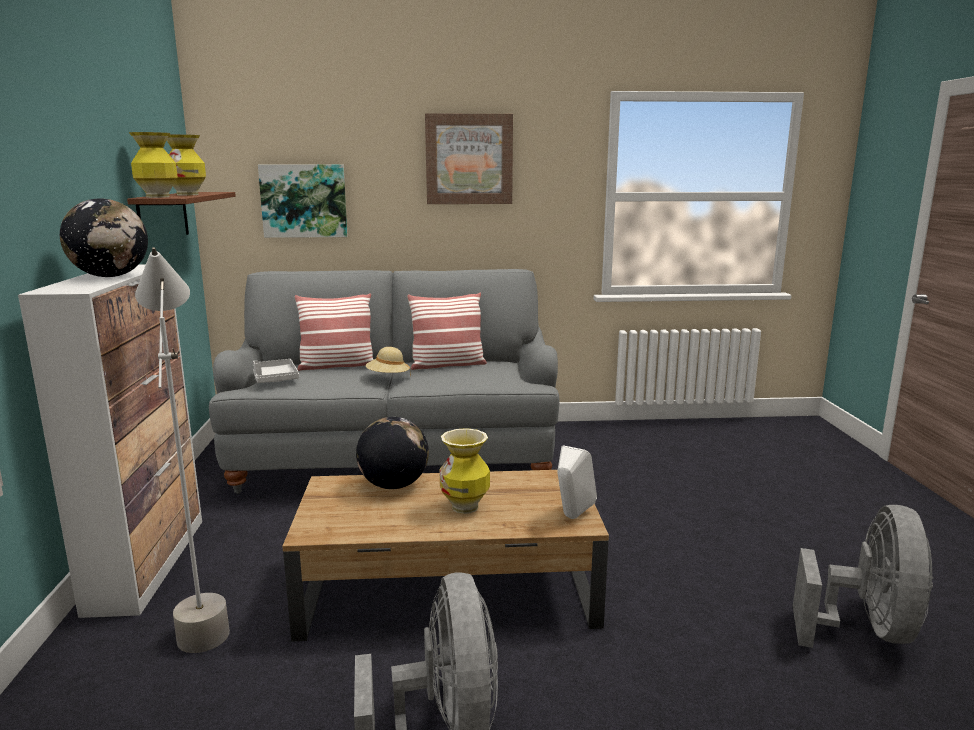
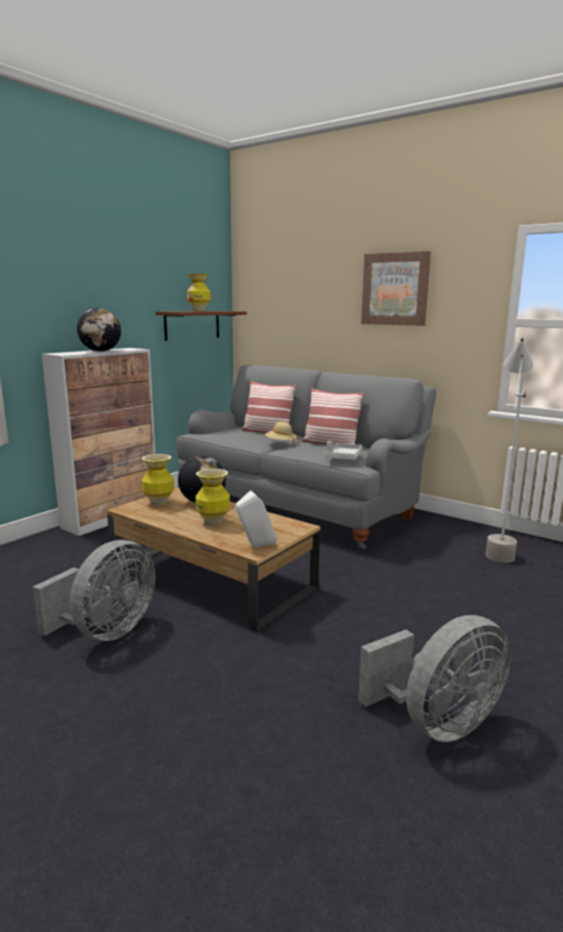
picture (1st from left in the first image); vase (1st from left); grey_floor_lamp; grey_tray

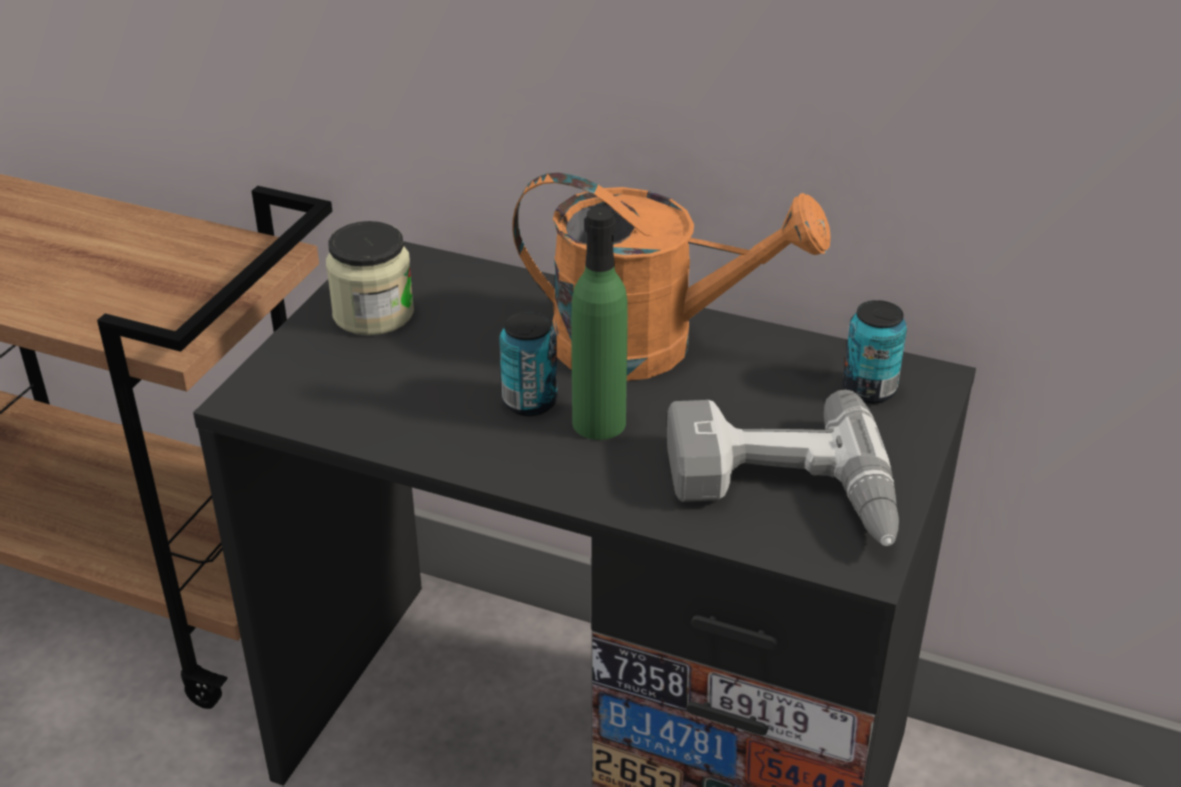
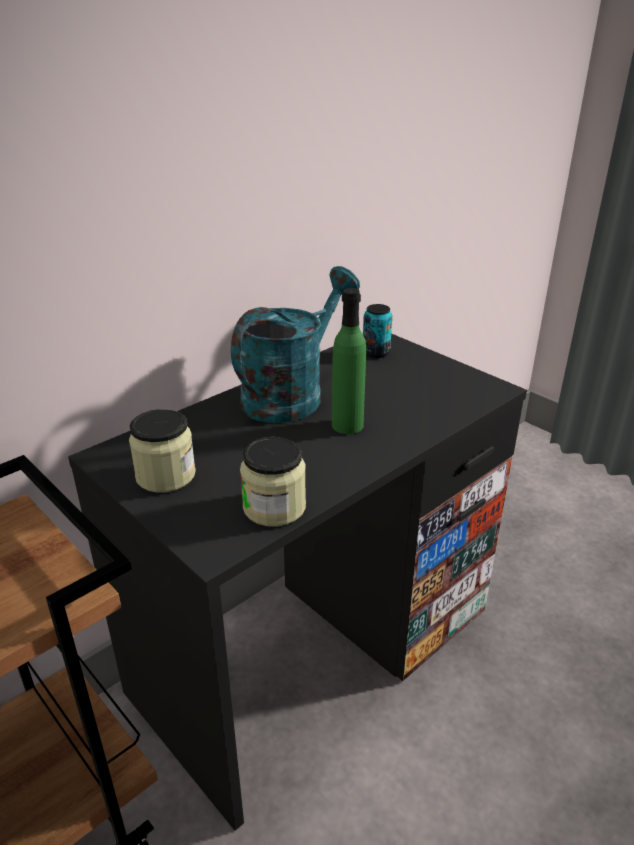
can (1st from left in the first image); power_drill; jar (2nd from left); turquoise_watering_can

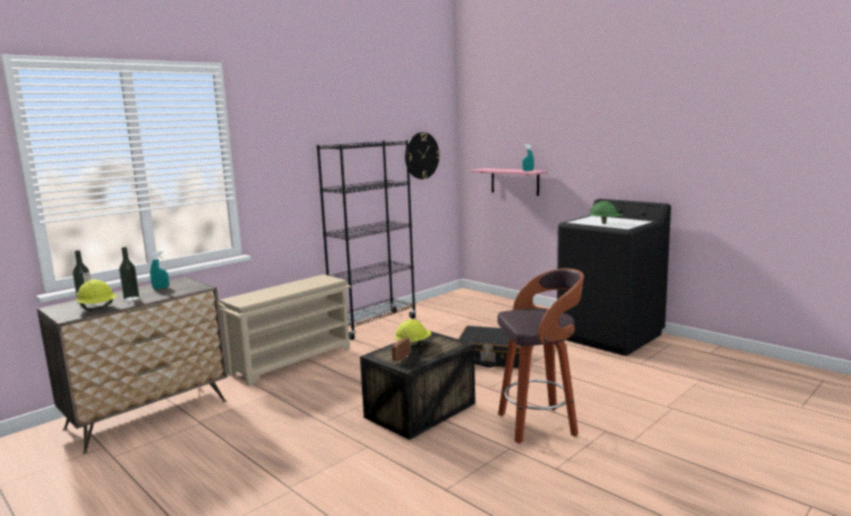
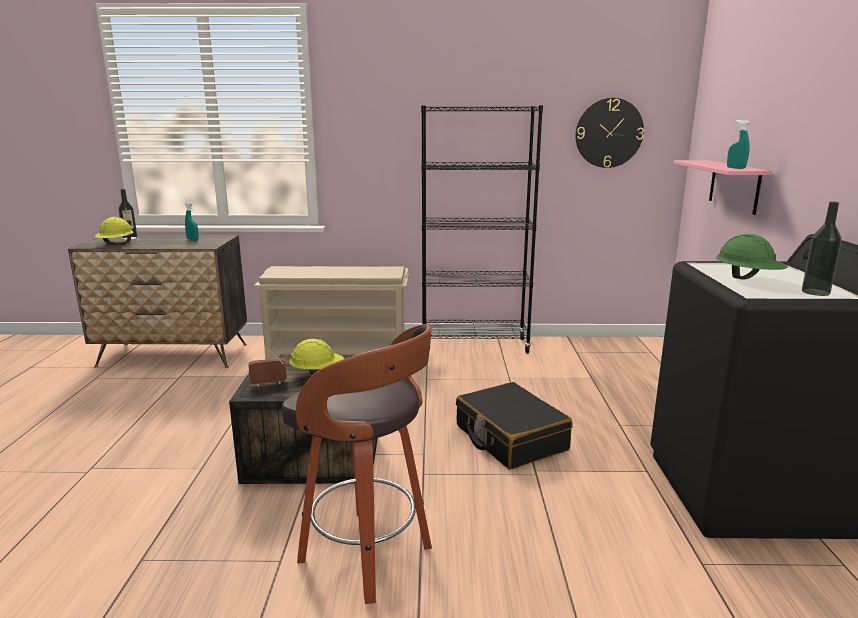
bottle (2nd from left)

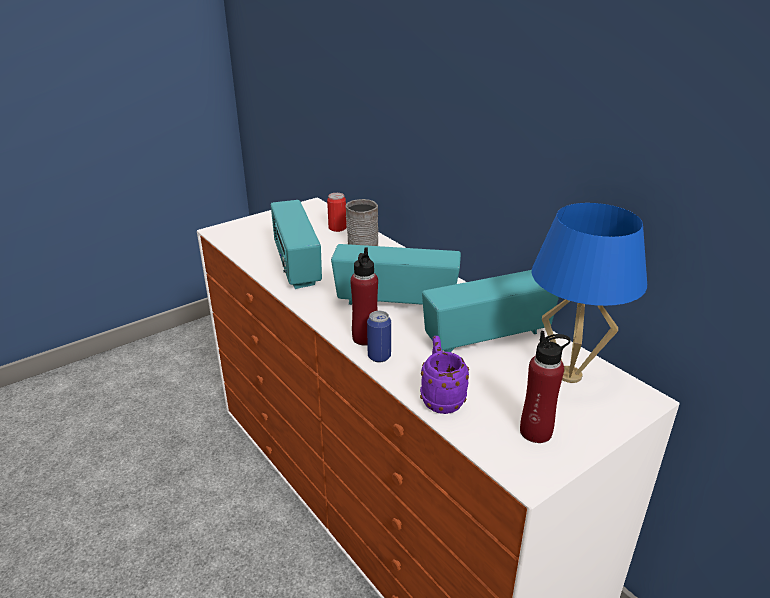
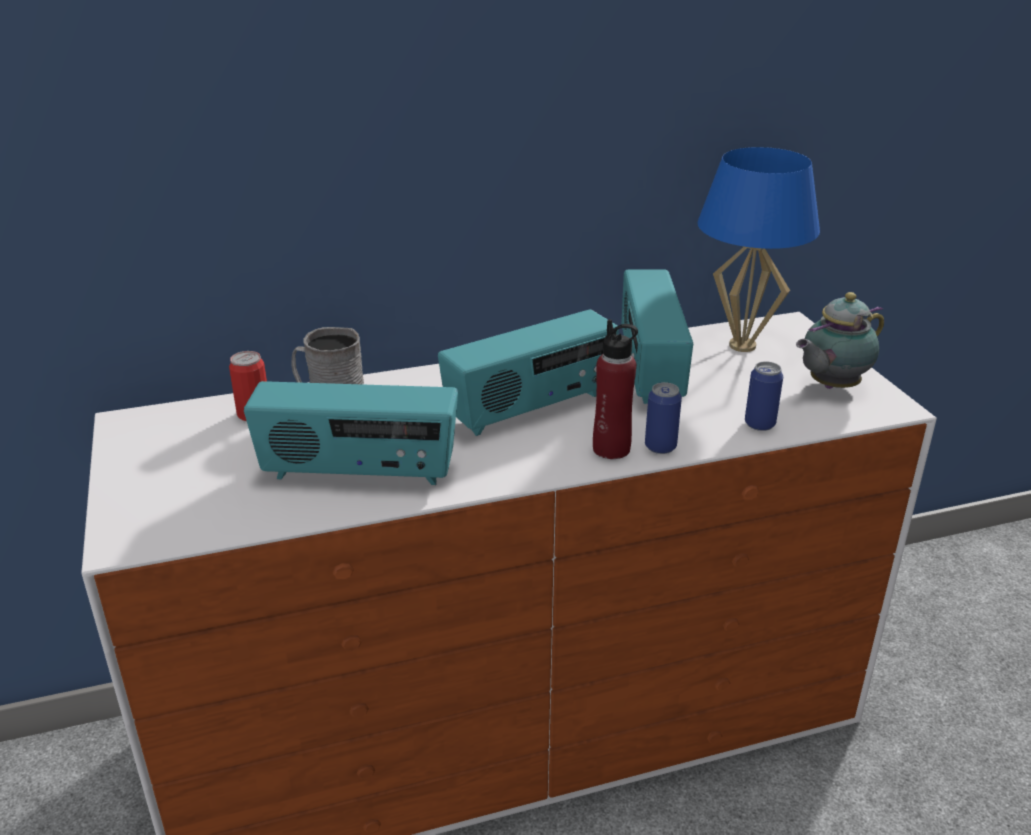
can (3rd from left); teapot; radio (2nd from left)

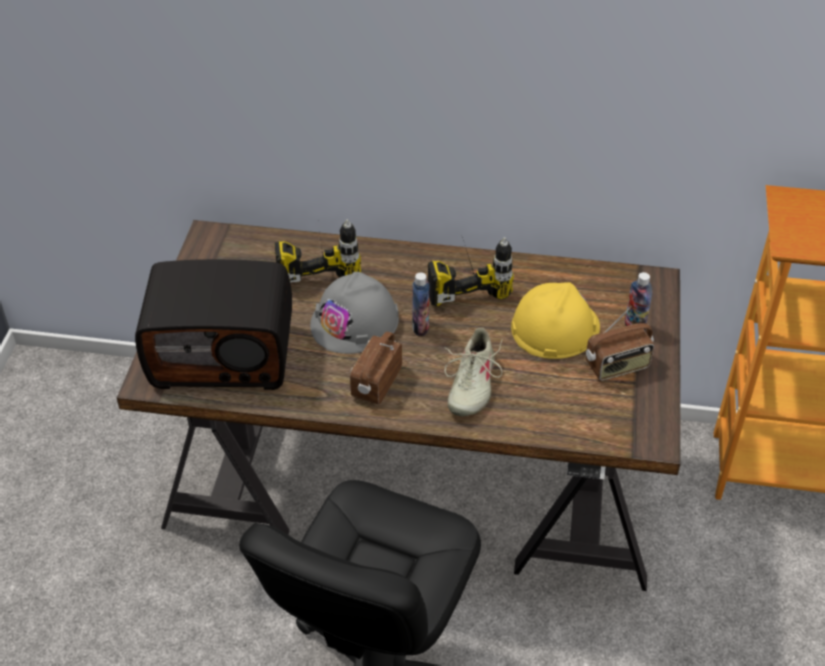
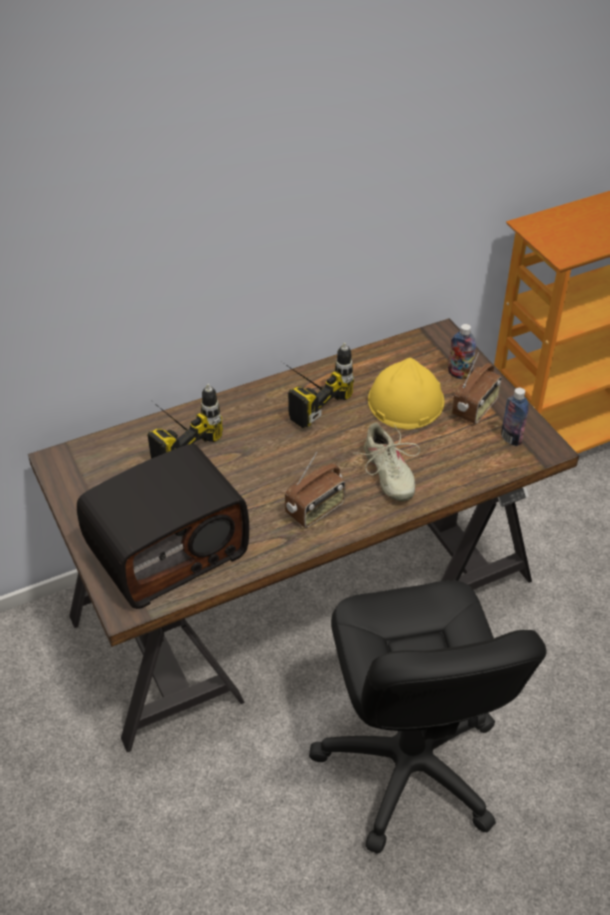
grey_hard_hat; bottle (2nd from left); radio (2nd from left)

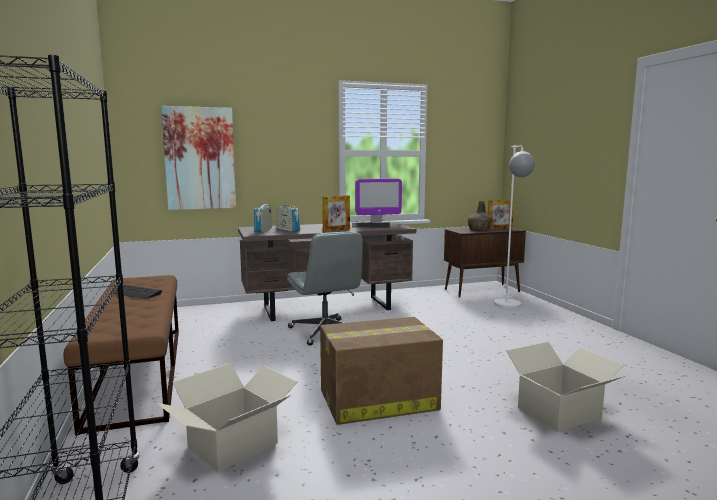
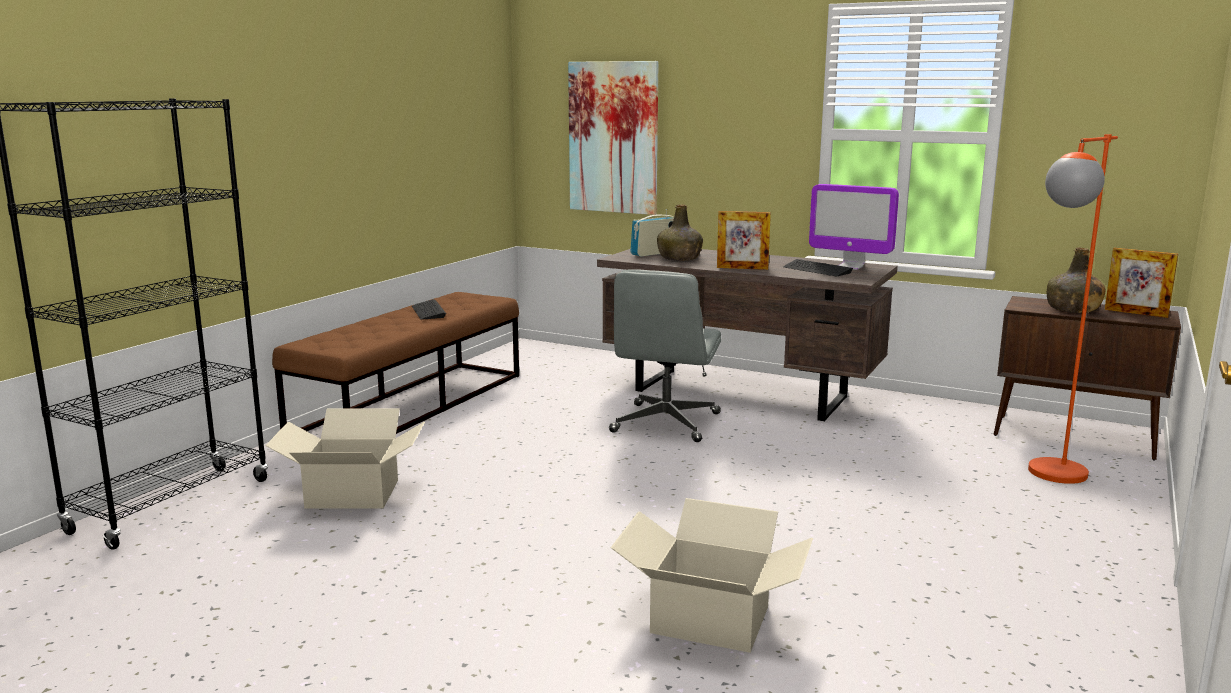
cardboard_box (2nd from left in the first image); green_bottle (1st from left); orange_floor_lamp

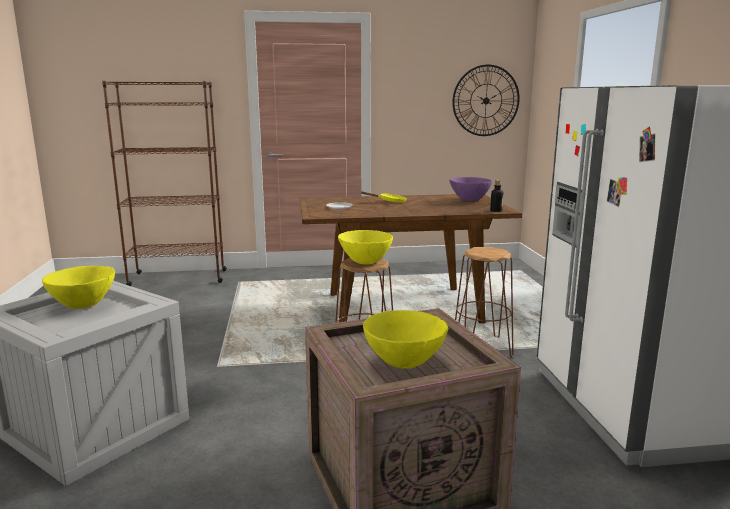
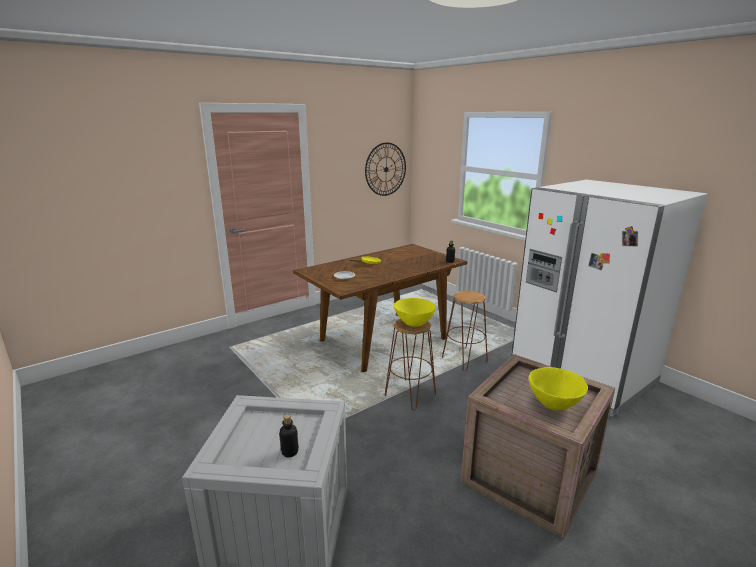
yellow_bowl (1st from left in the first image); brown_bookcase; purple_bowl; bottle (1st from left)

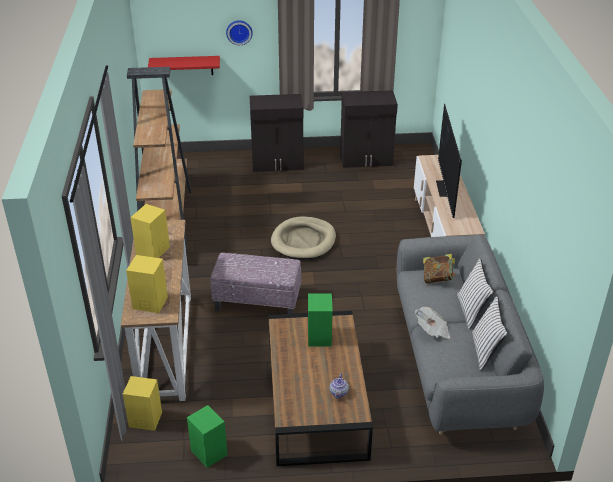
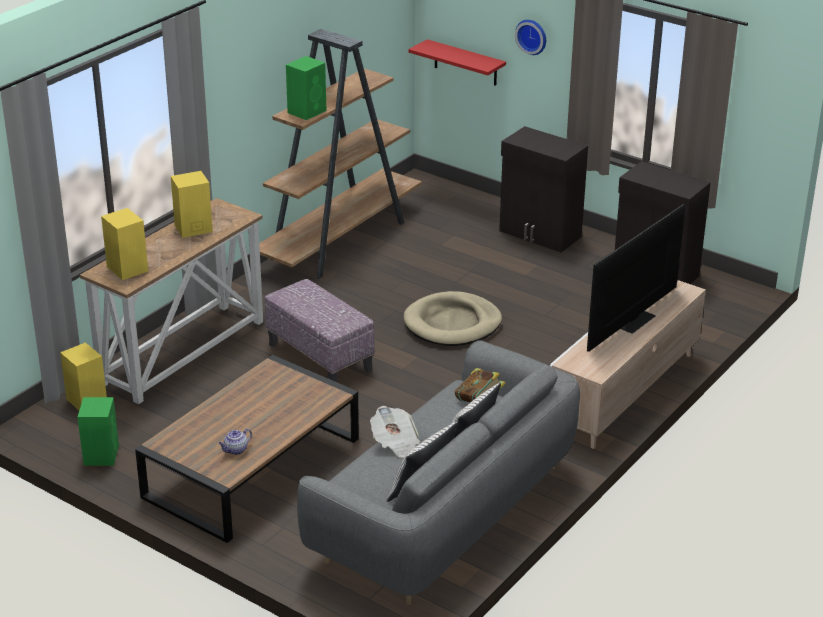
green_speaker (2nd from left)

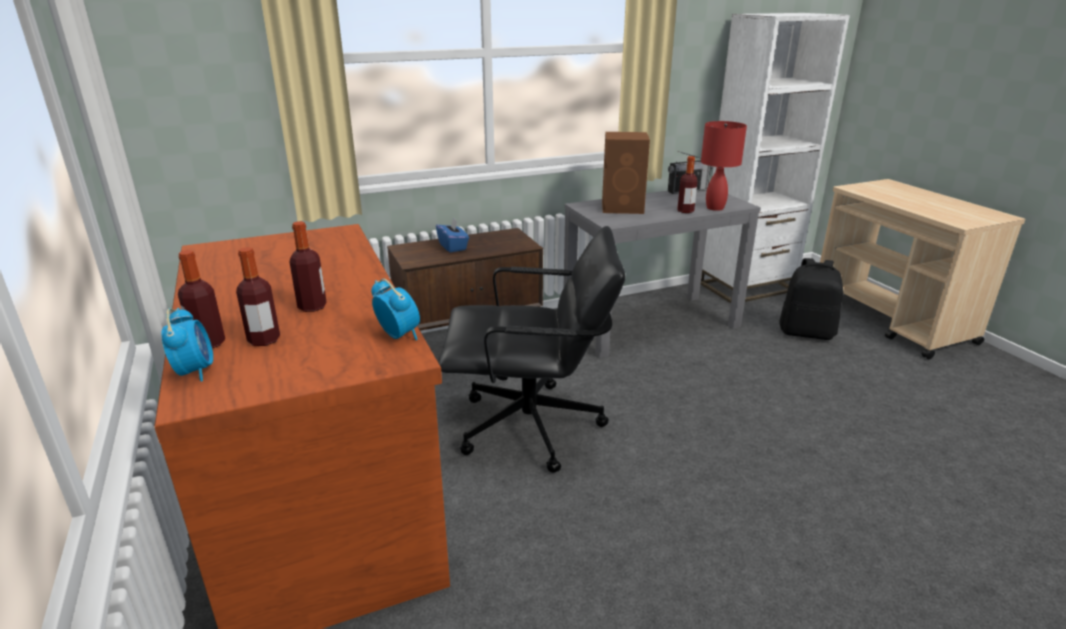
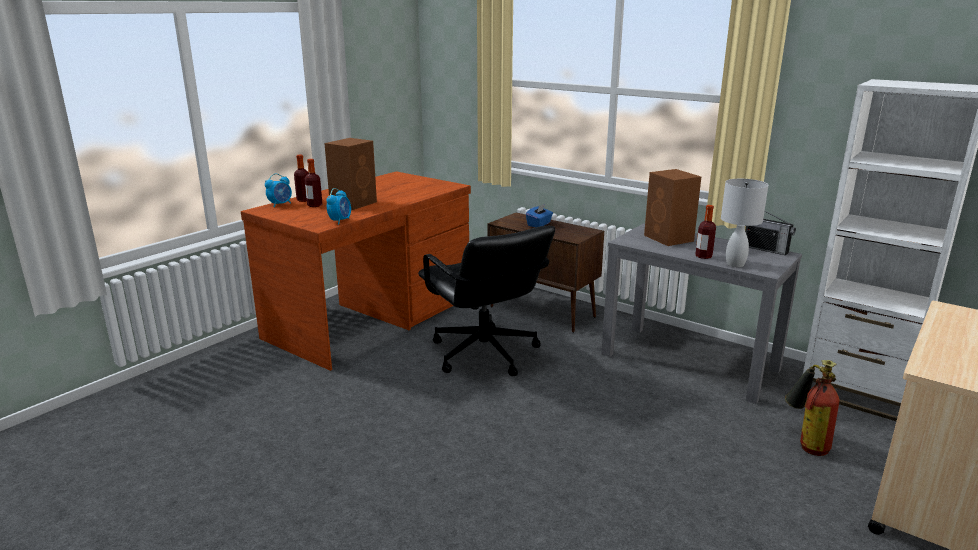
brown_speaker (1st from left); fire_extinguisher; white_table_lamp

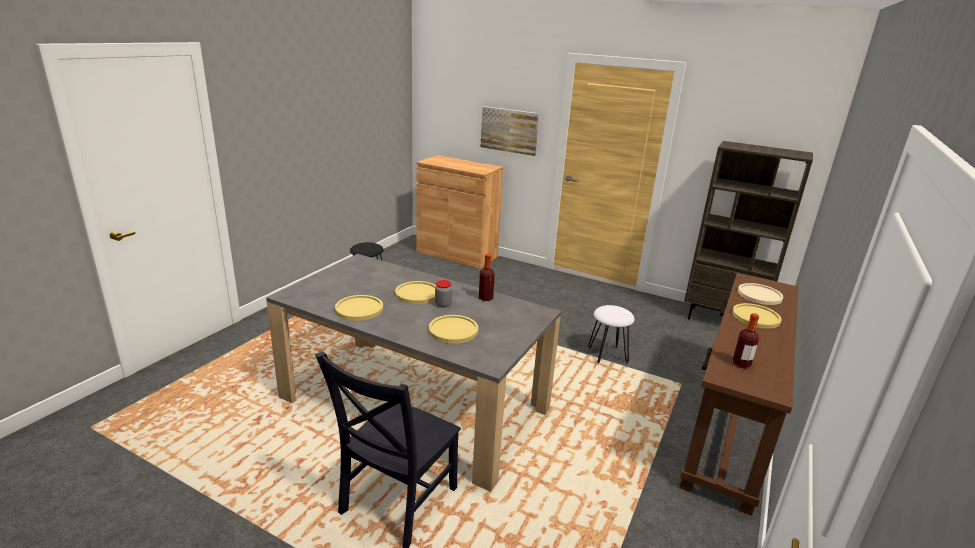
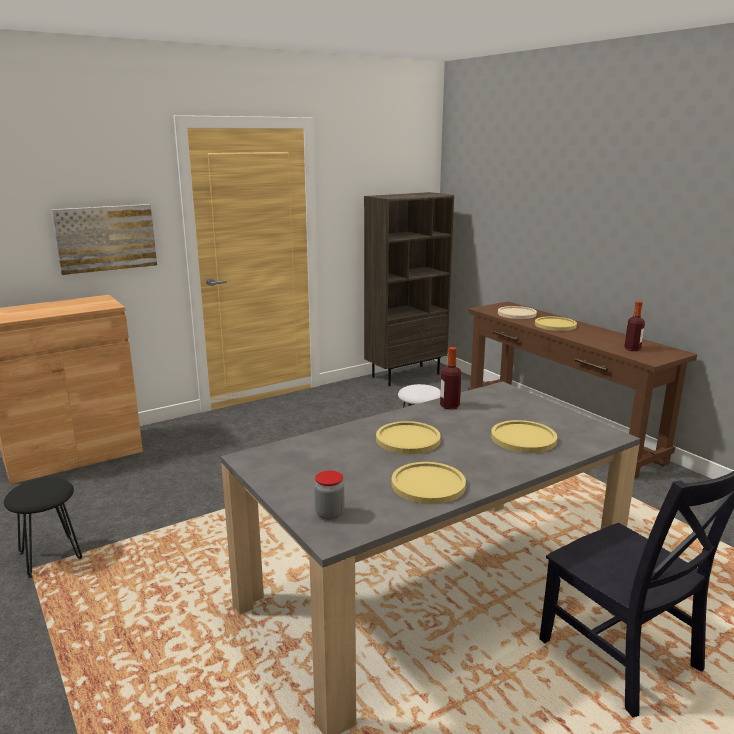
jar

